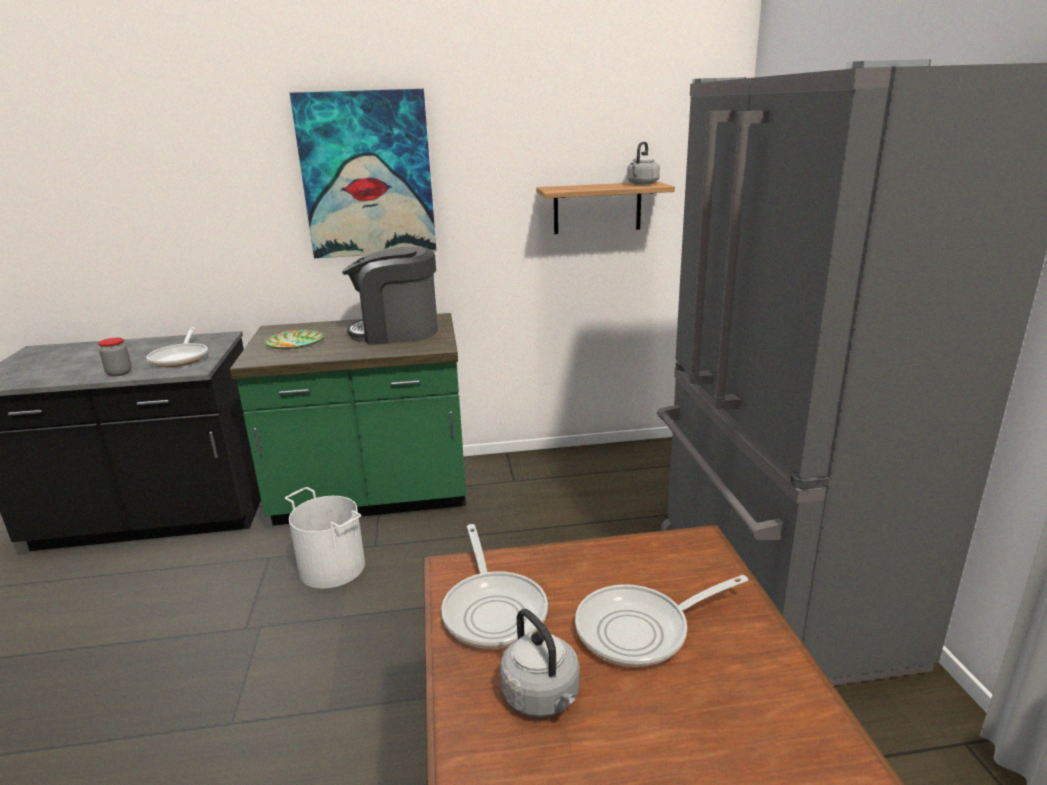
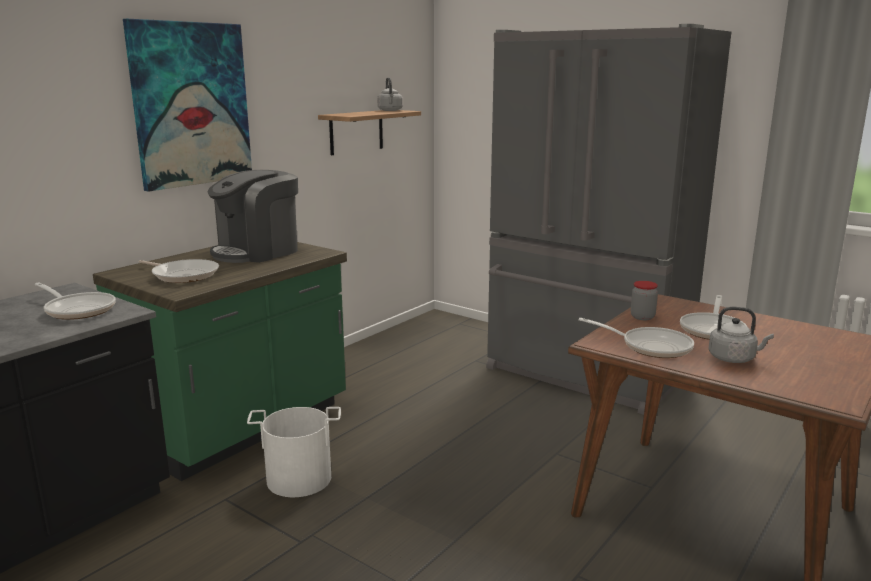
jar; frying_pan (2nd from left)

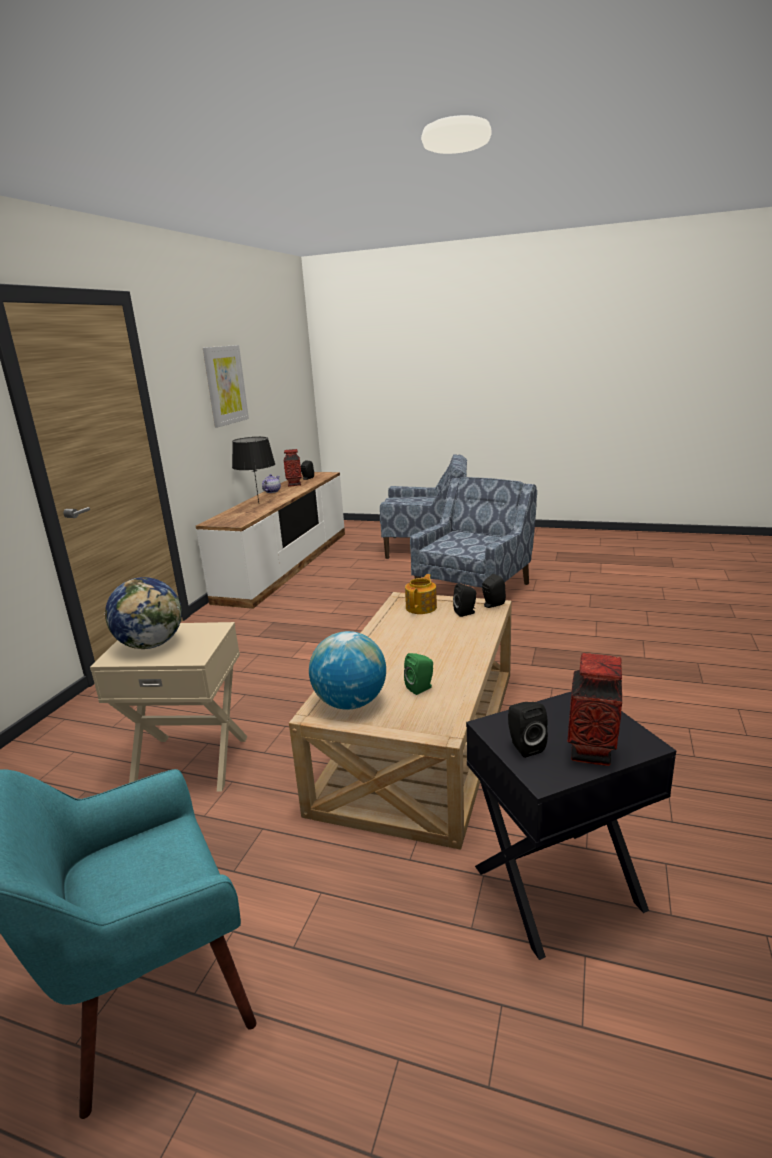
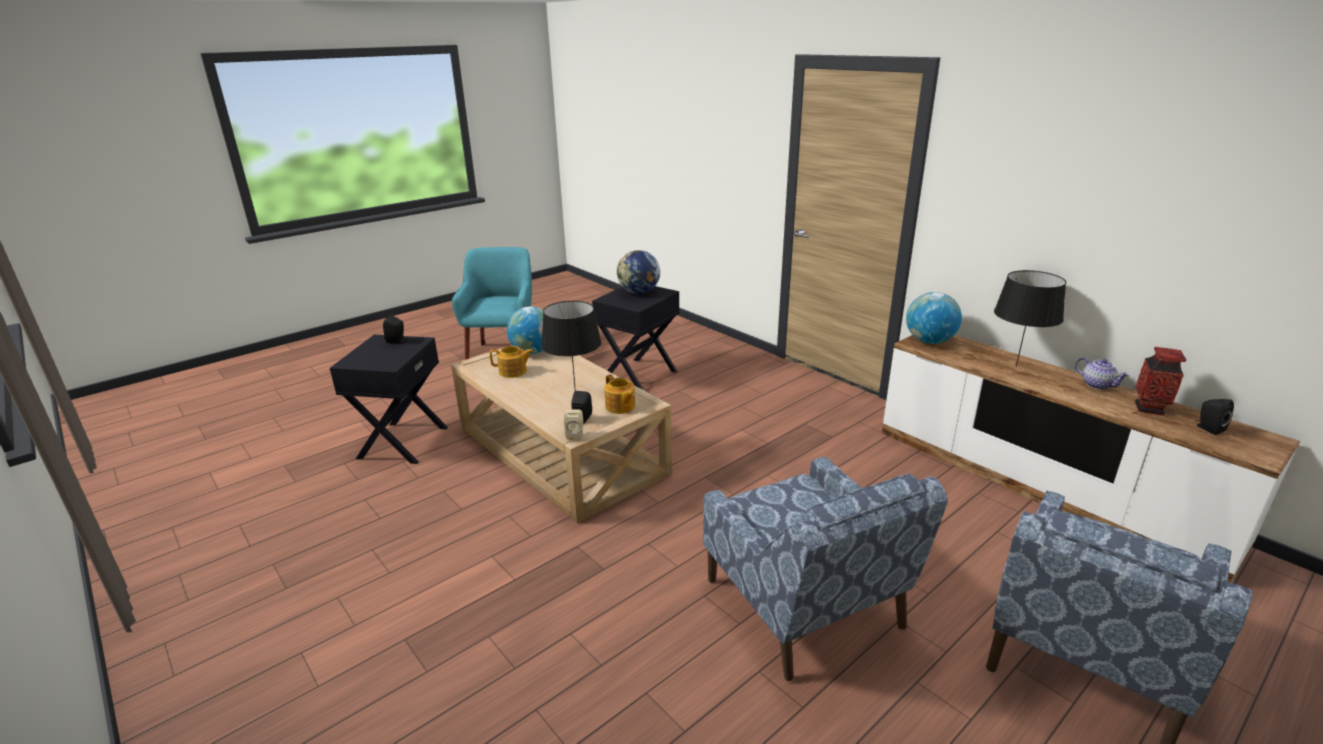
picture; vase (2nd from left in the first image); black_table_lamp (1st from left); globe (3rd from left); teapot (1st from left); black_side_table (2nd from left); beige_speaker

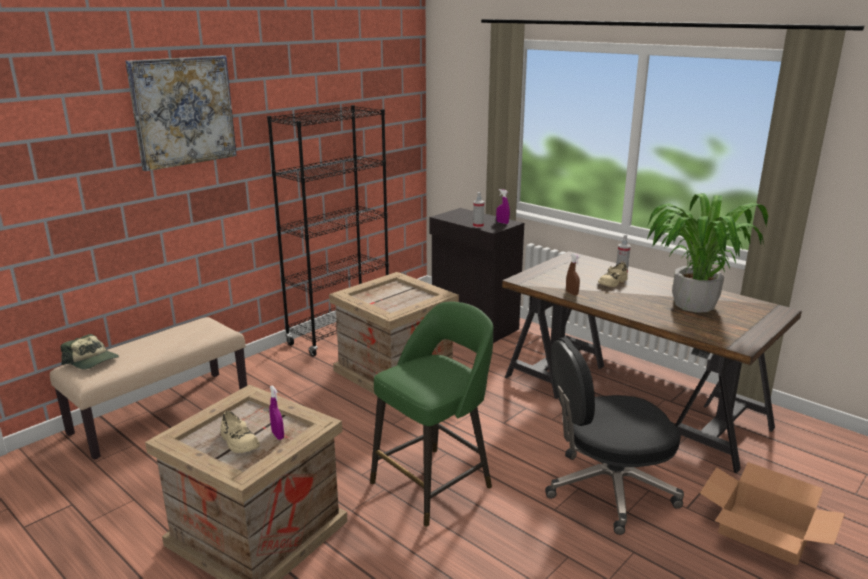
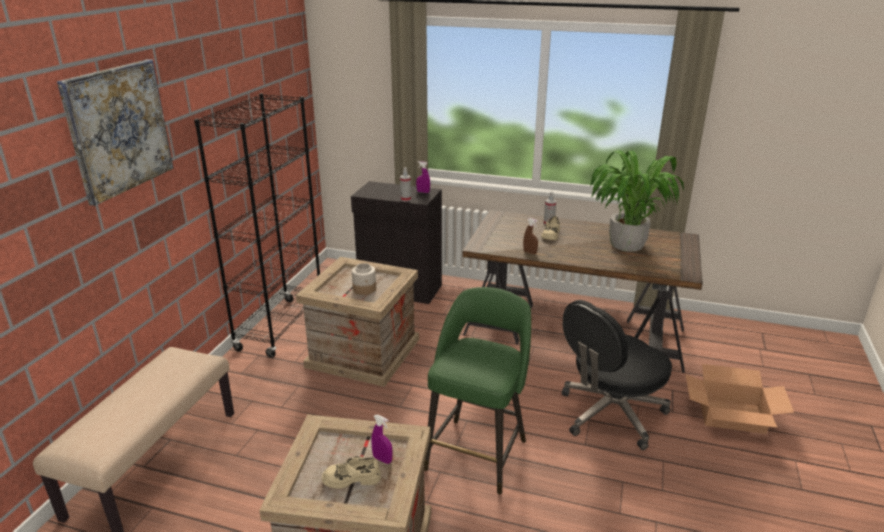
cap; jar; beige_shoe (1st from left)

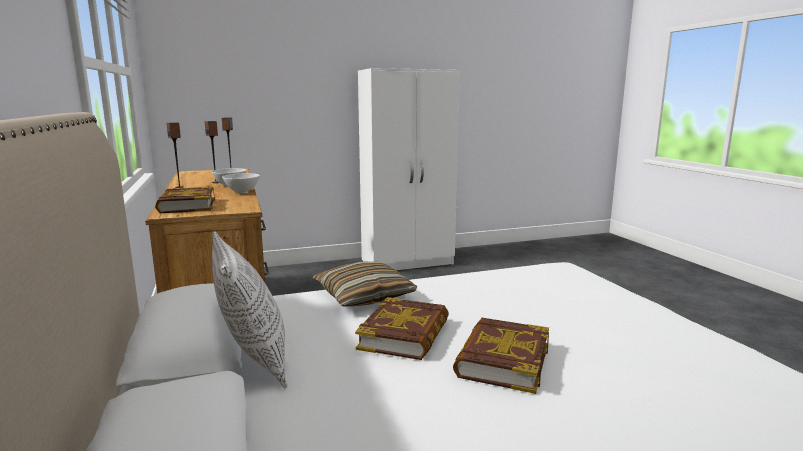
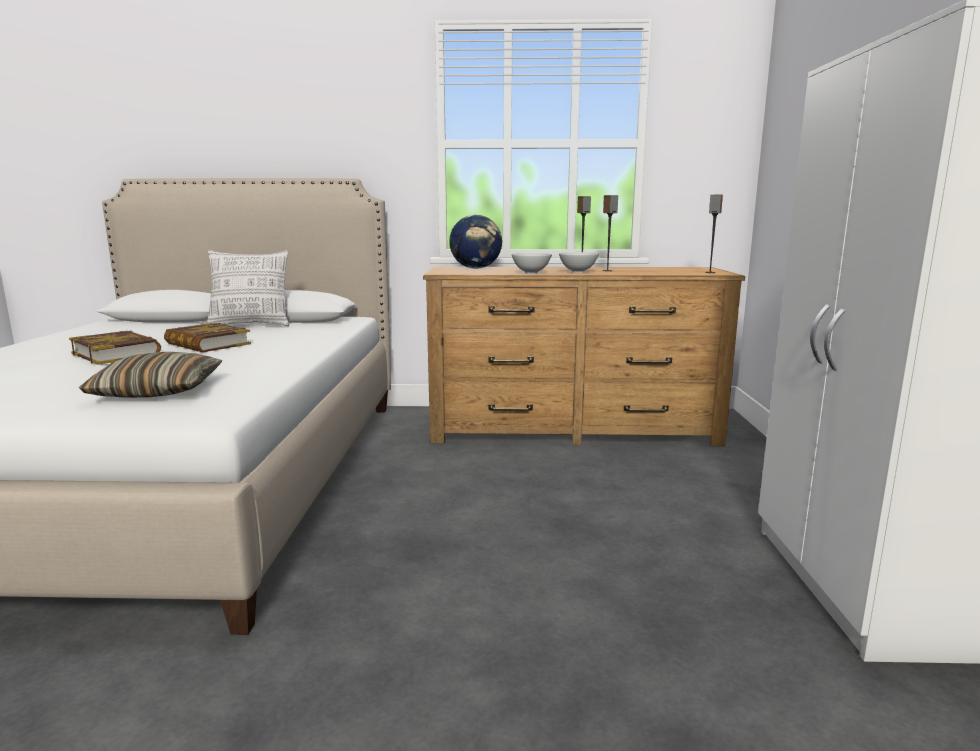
pillow (1st from left); globe

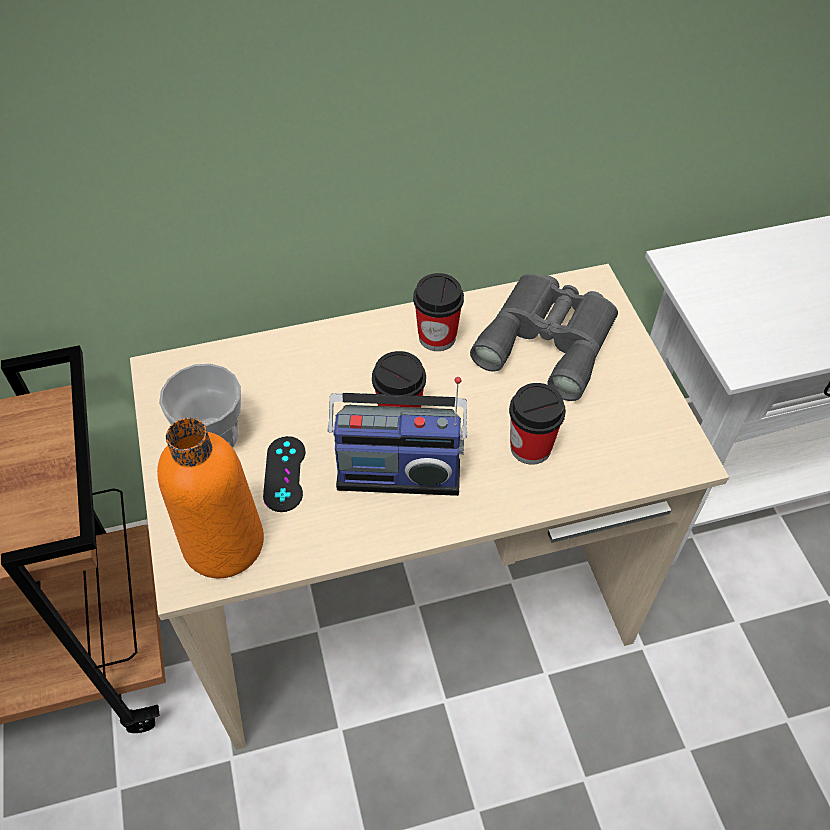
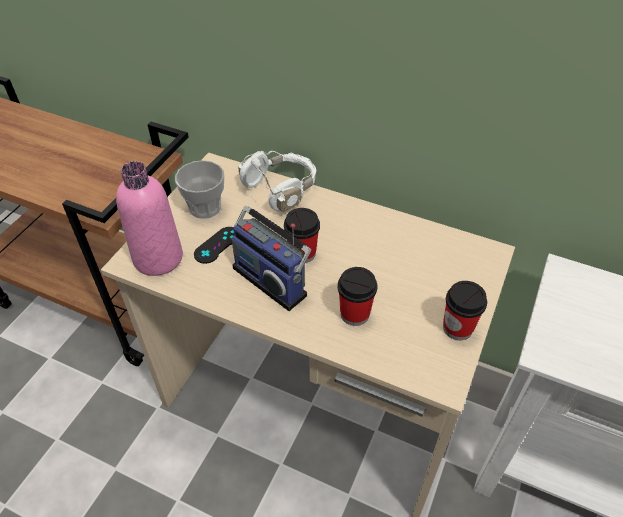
grey_binoculars; white_headphones; cup (4th from left); pink_bottle

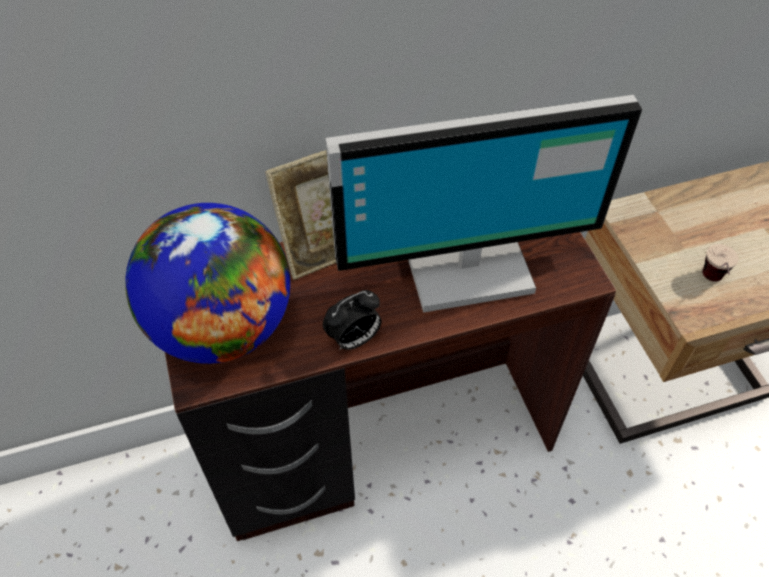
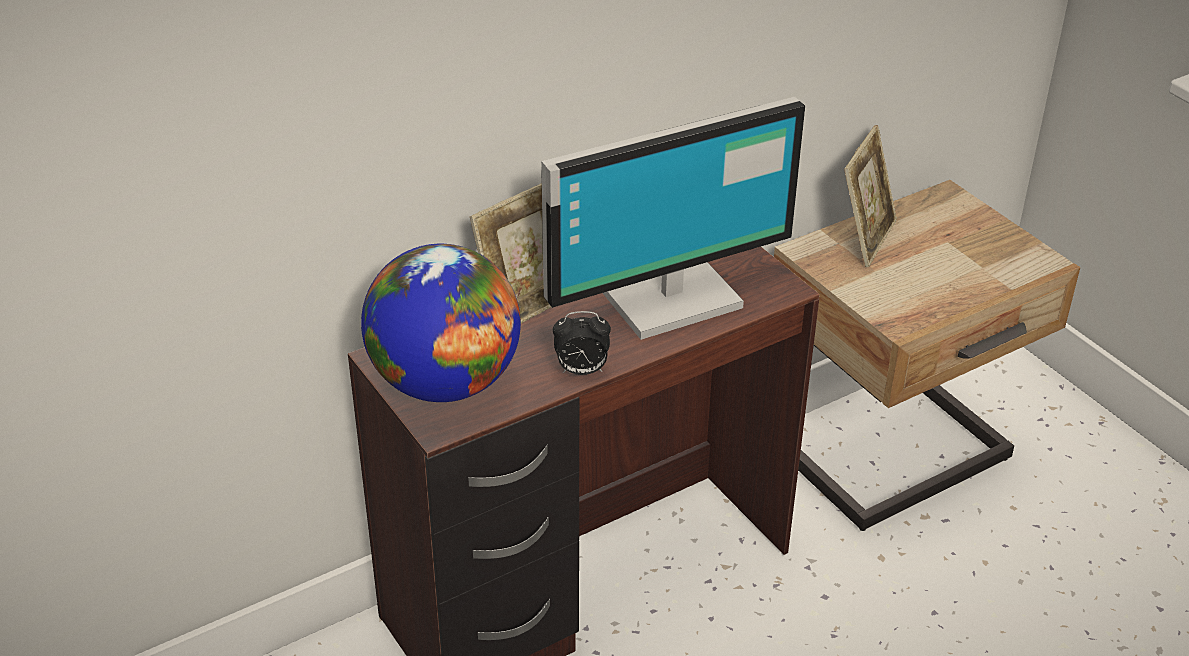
cup; picture_frame (2nd from left); alarm_clock

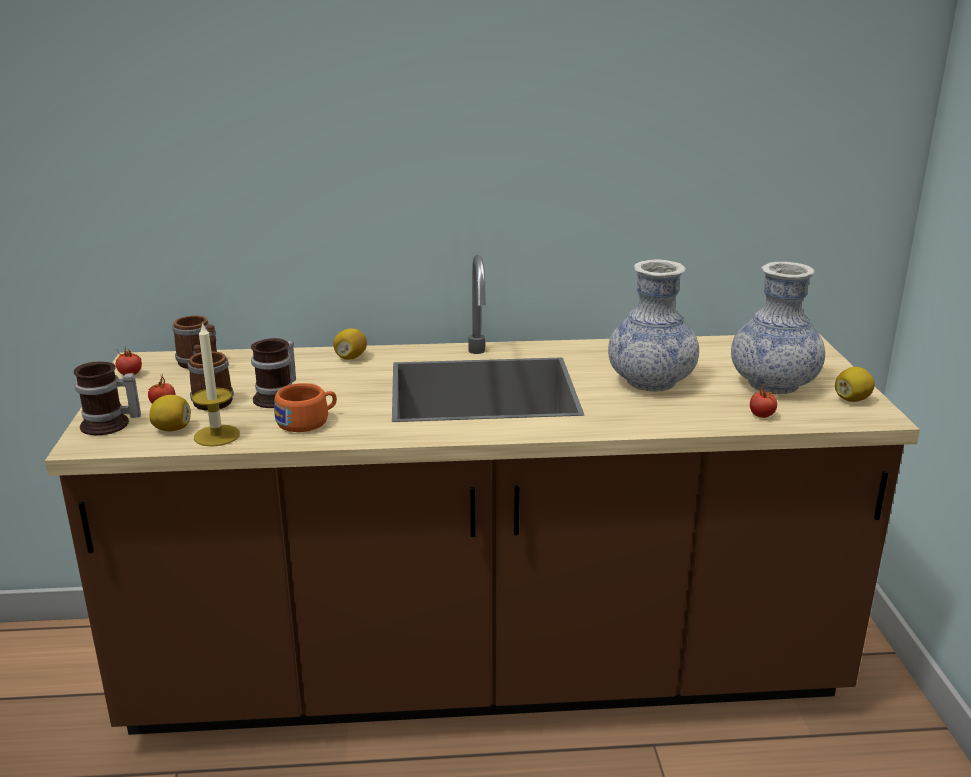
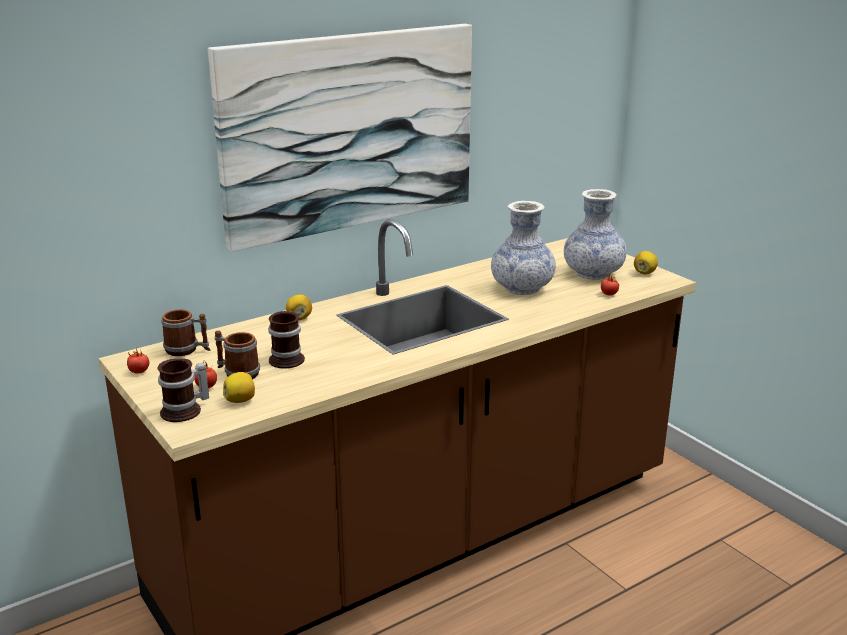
candle; orange_cup; picture

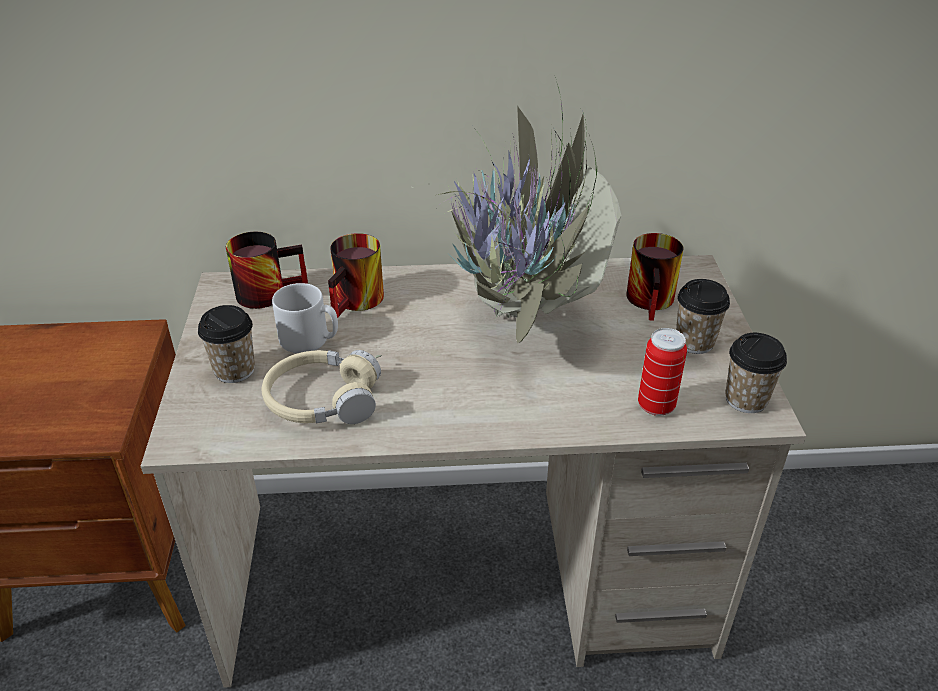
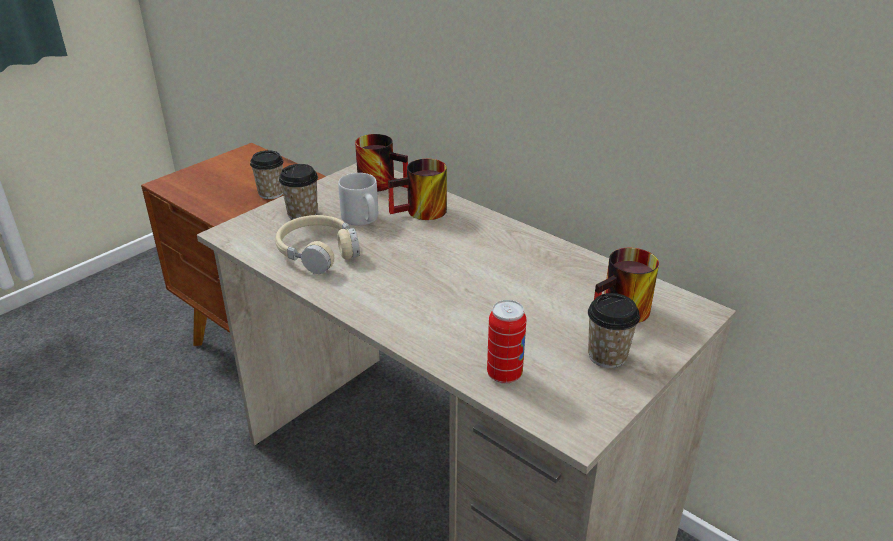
potted_plant; cup (1st from left)

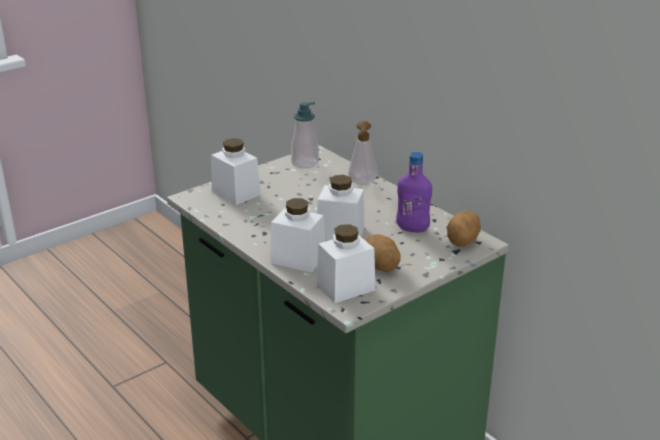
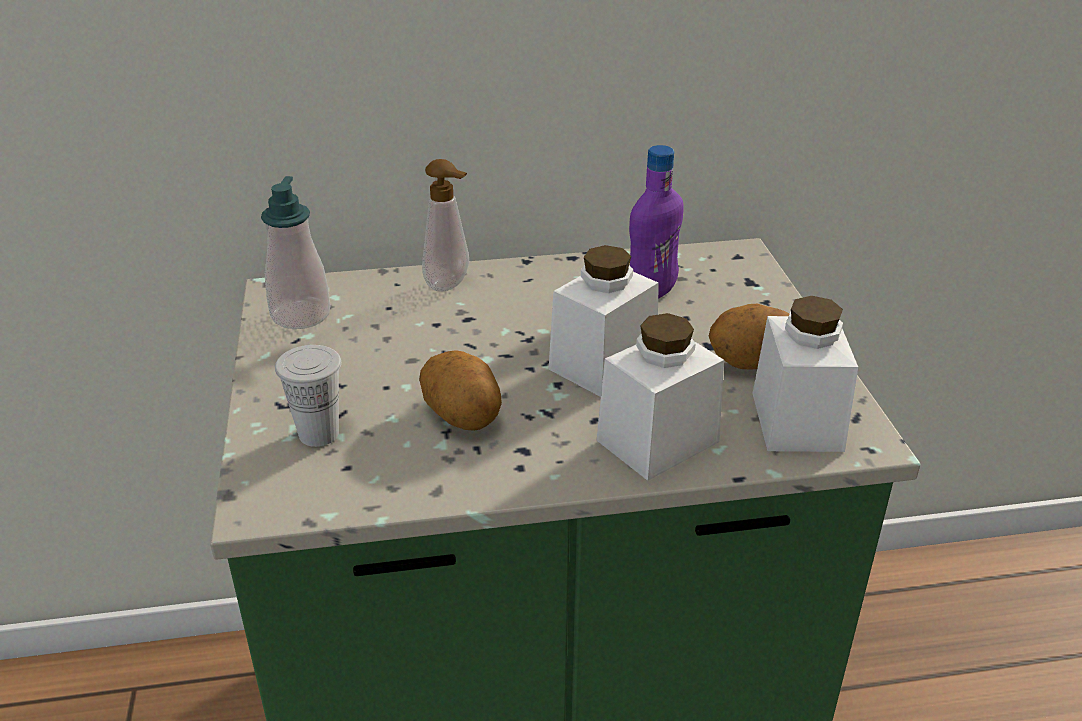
potato (1st from left); white_cup

